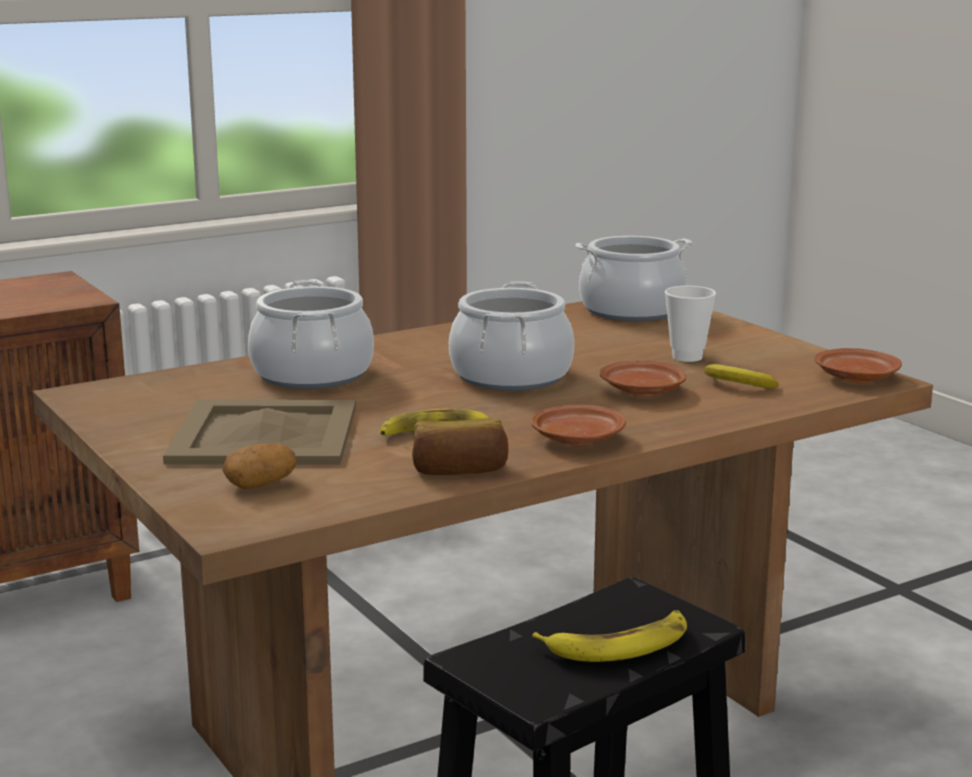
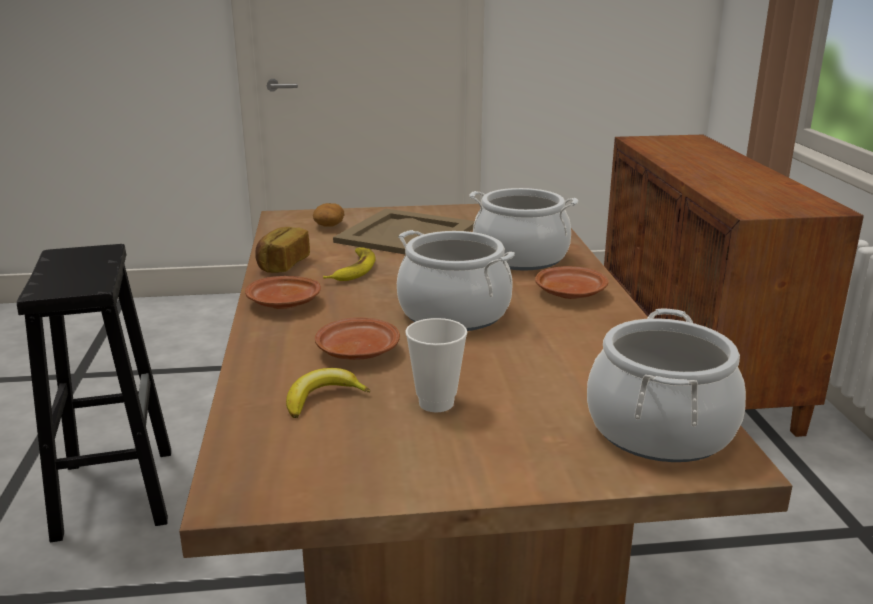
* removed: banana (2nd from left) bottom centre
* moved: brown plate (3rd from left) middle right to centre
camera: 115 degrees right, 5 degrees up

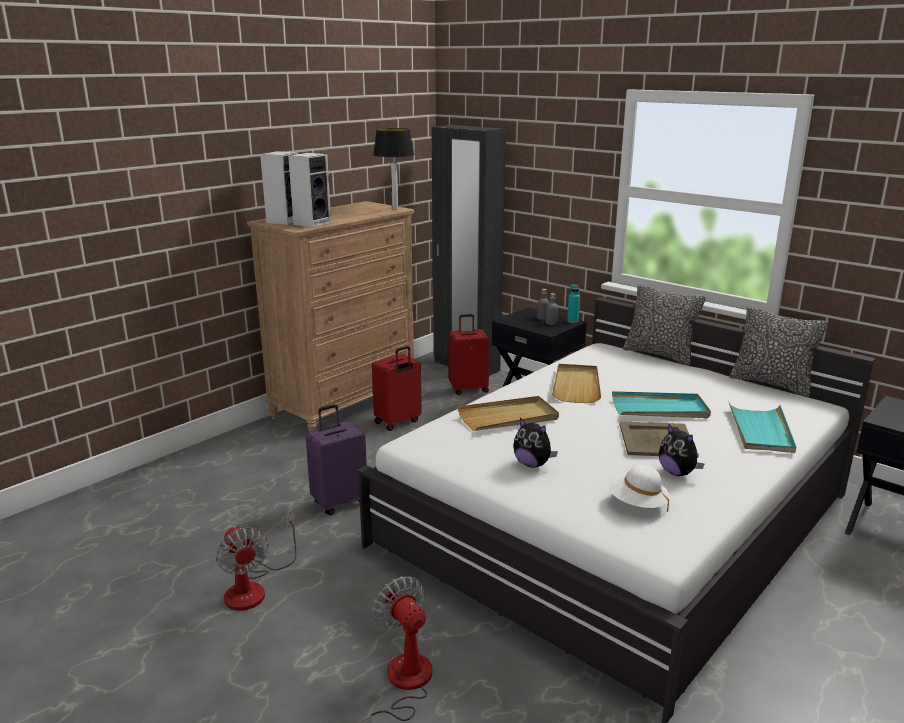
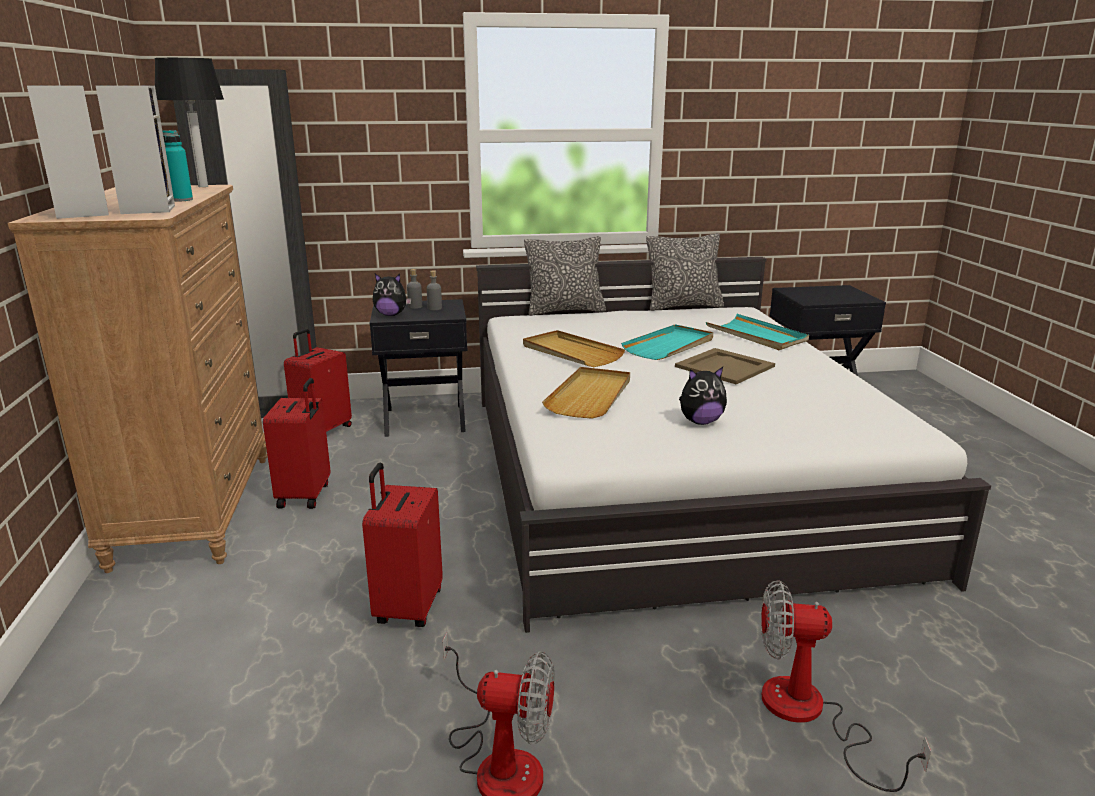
* removed: white hat bottom right
* moved: turquoise bottle centre to top left
* moved: plush toy (2nd from left in the first image) middle right to plush toy (1st from left) centre
* recoloured: purple suitcase centre to red suitcase (3rd from left) bottom centre
camera: 50 degrees left, 0 degrees up

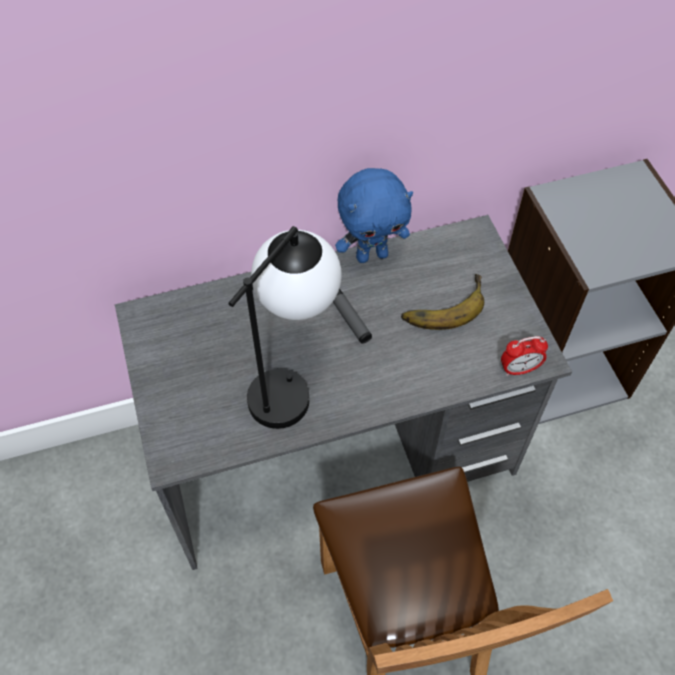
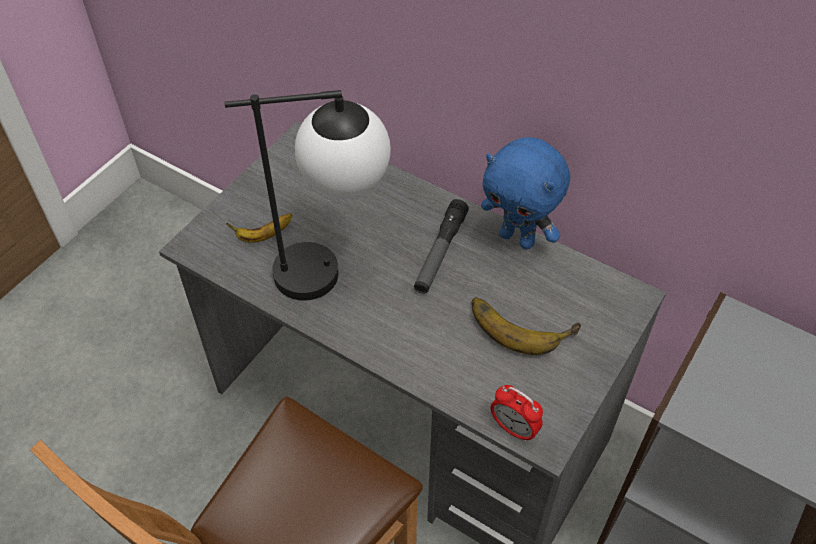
* added: banana (1st from left) middle left
camera: 50 degrees right, 5 degrees down

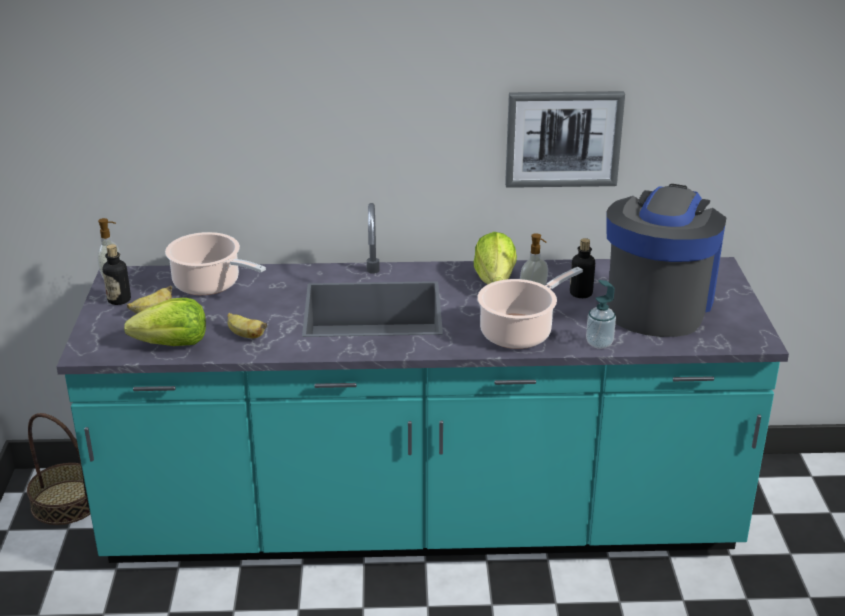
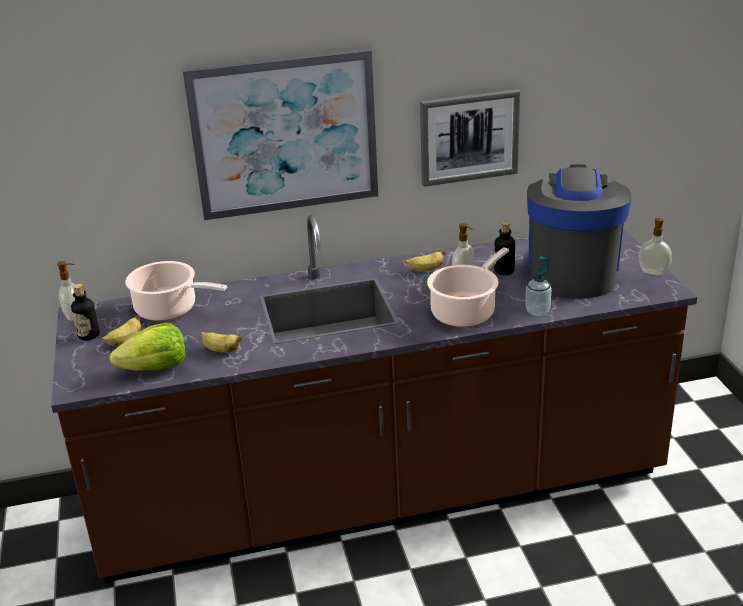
* removed: basket bottom left
* added: picture (1st from left) top centre
* added: soap dispenser (4th from left) middle right
* replaced: lettuce (2nd from left) centre to banana (3rd from left) centre
* recoloured: turquoise counter centre to brown counter centre
camera: 10 degrees left, 0 degrees up

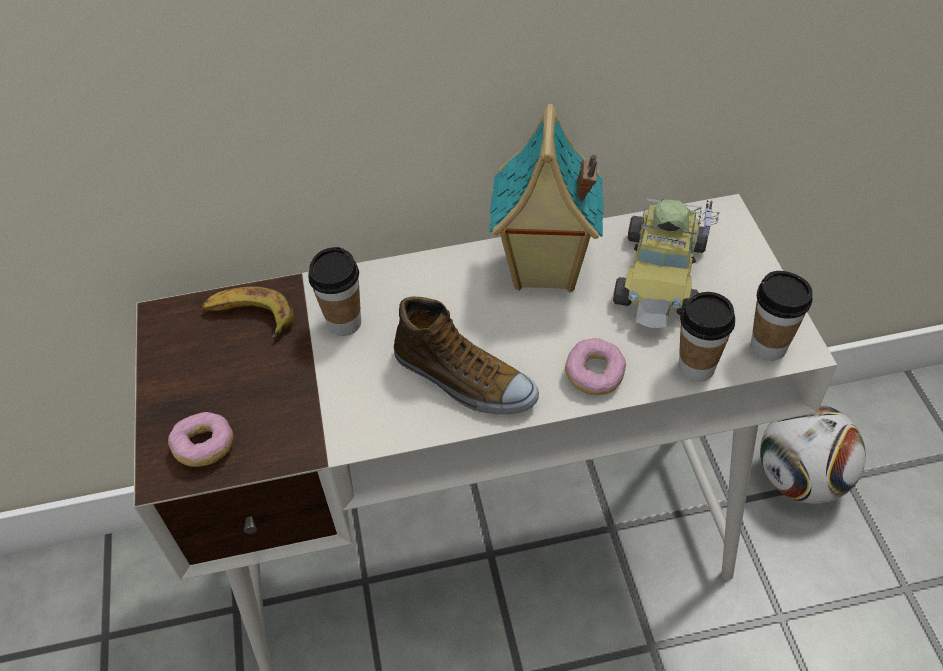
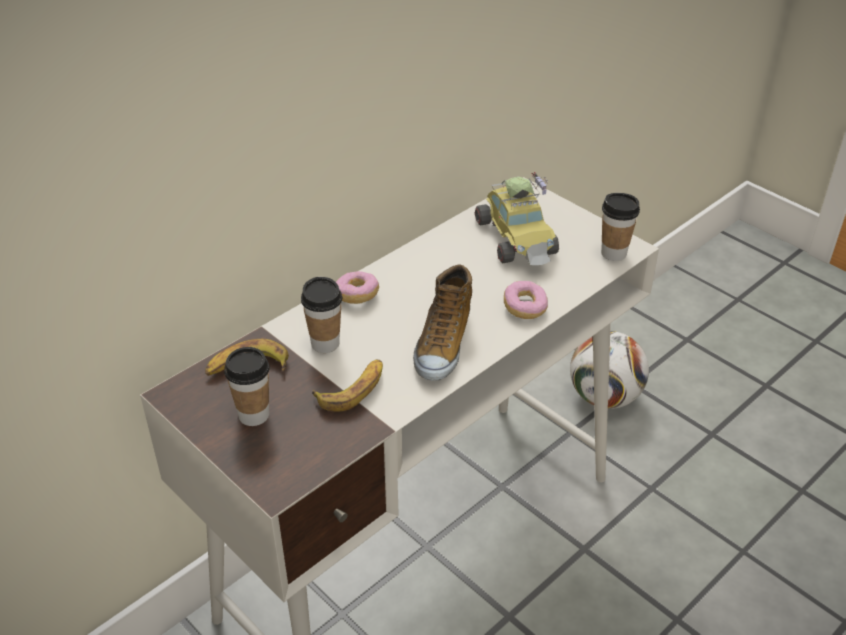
* removed: toy house top centre
* added: banana (2nd from left) centre
* moved: donut (1st from left) middle left to centre
* moved: cup (2nd from left in the first image) middle right to cup (1st from left) middle left
* turned: shoe centre = centre 105 degrees clockwise
camera: 35 degrees left, 10 degrees down

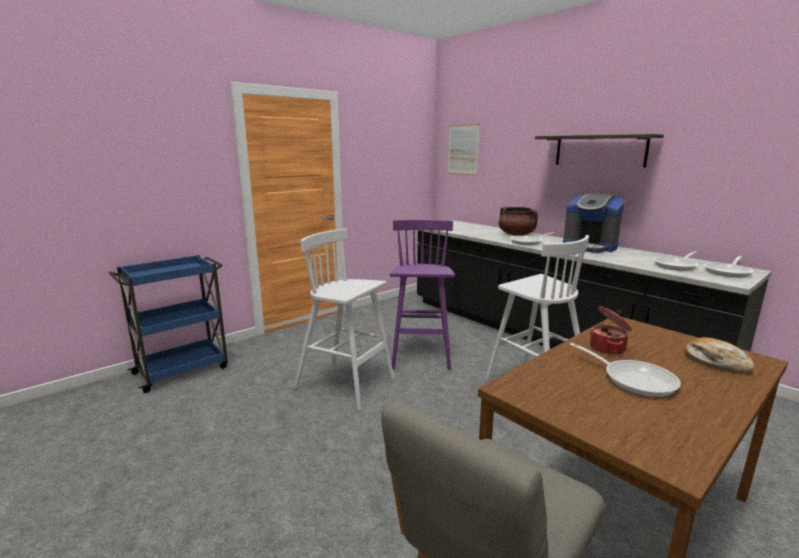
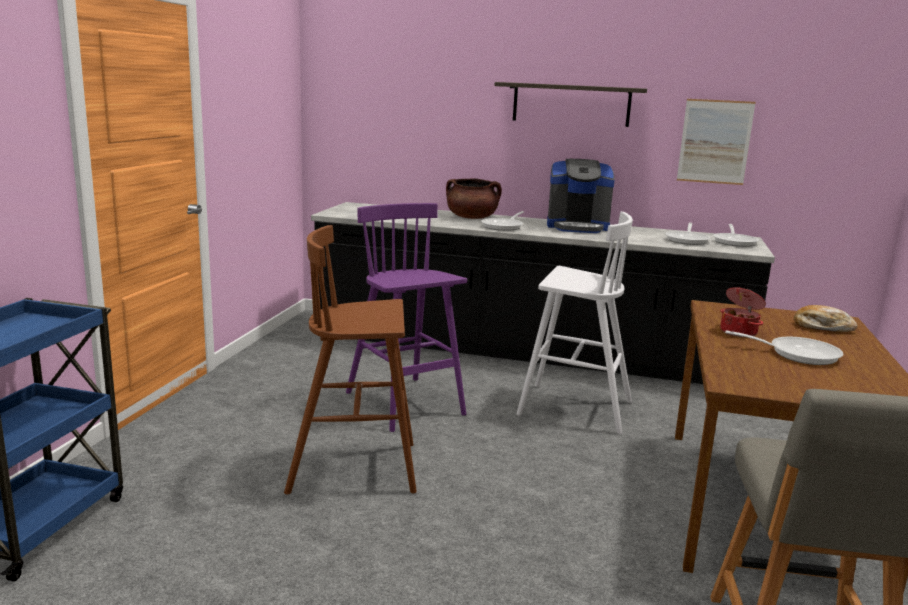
* moved: picture top centre to top right
* recoloured: white stool (1st from left) centre to brown stool centre
camera: 35 degrees left, 0 degrees up

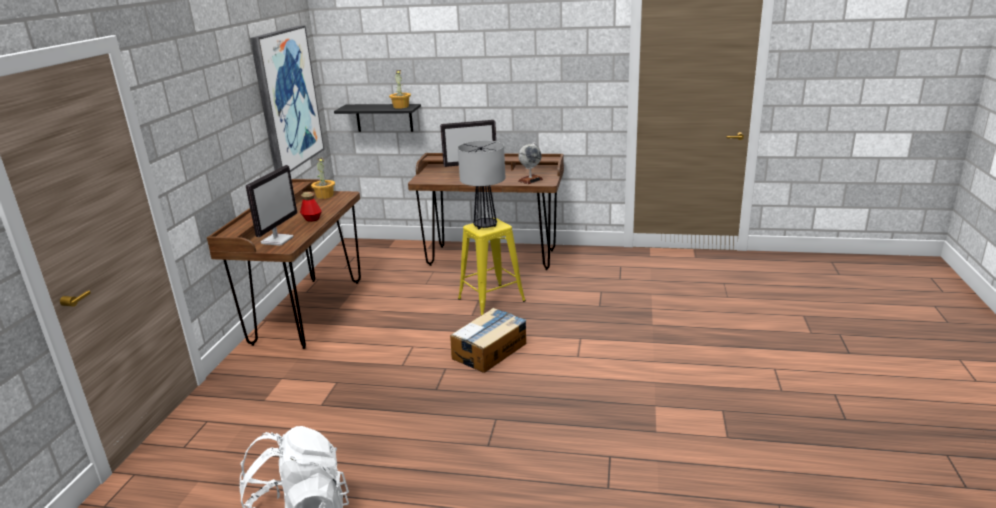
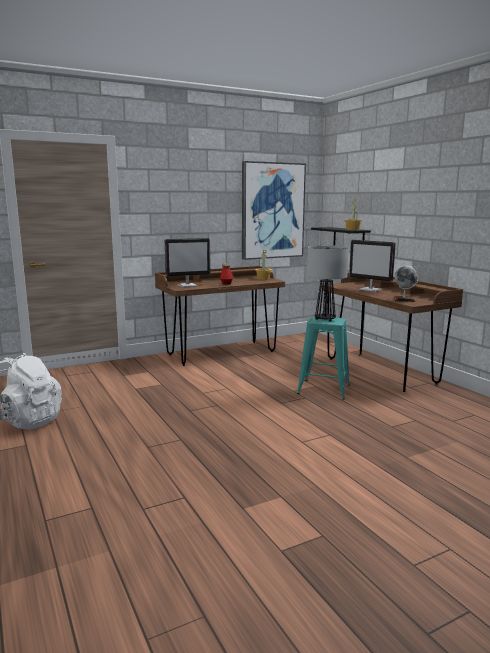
* removed: cardboard box bottom centre
* recoloured: yellow stool centre to turquoise stool centre
camera: 50 degrees right, 10 degrees down

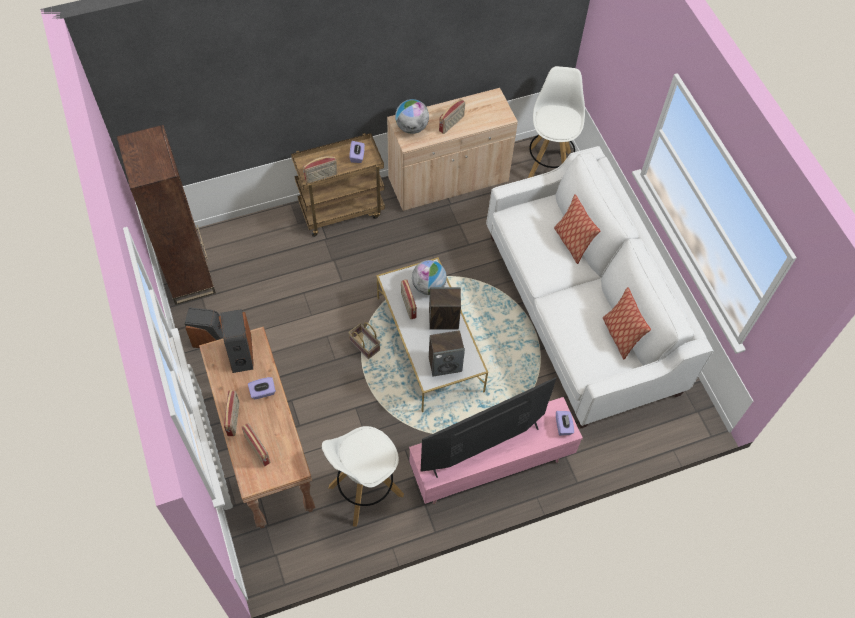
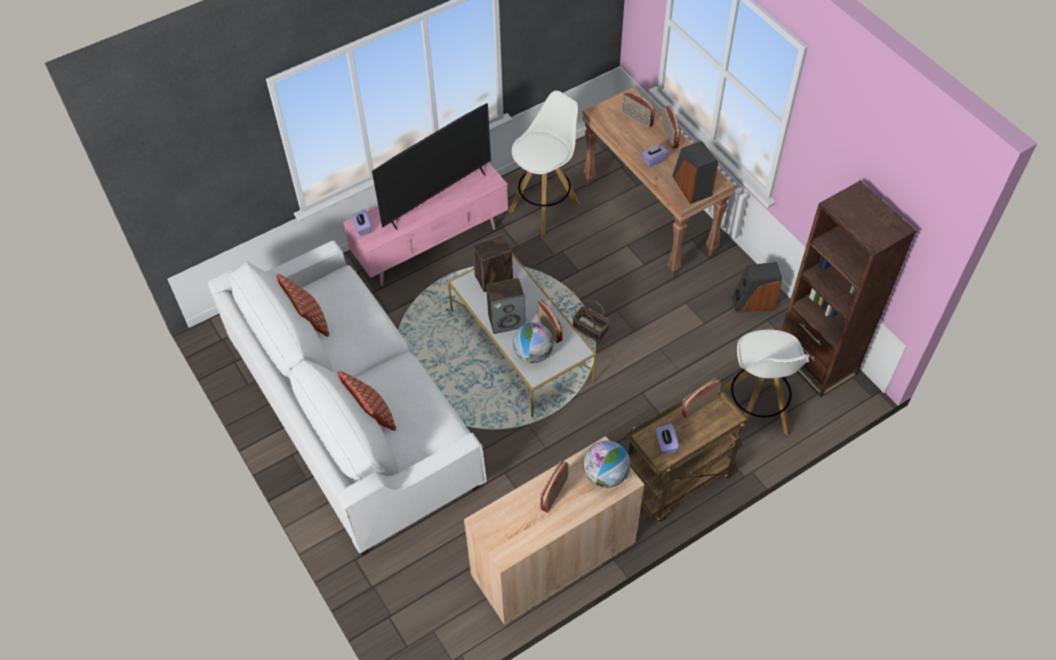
* moved: white stool (2nd from left) top centre to middle right
camera: 170 degrees right, 5 degrees down

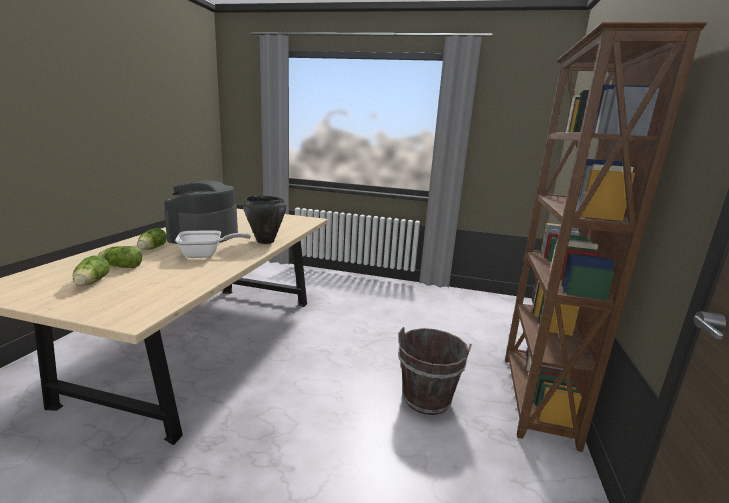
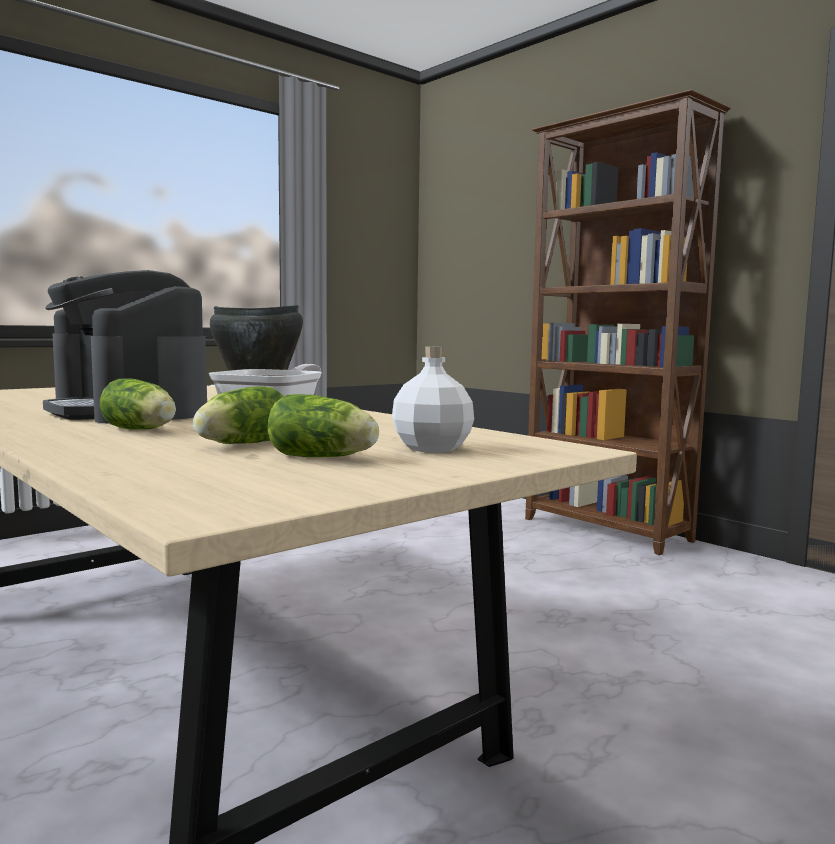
* removed: brown bucket bottom centre
* added: white bottle centre
camera: 55 degrees left, 10 degrees down

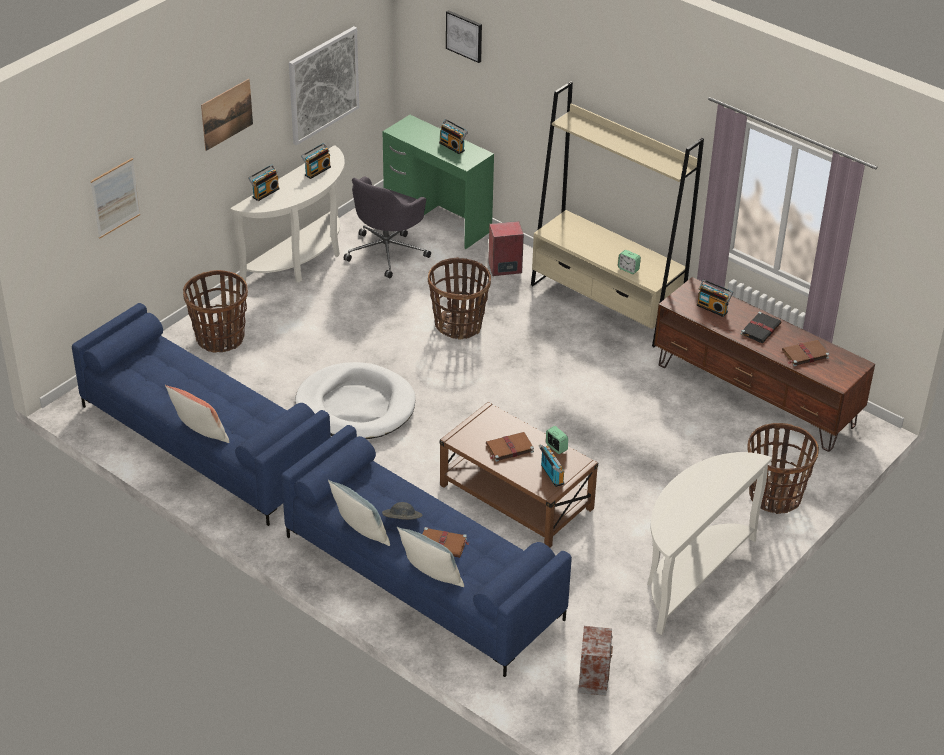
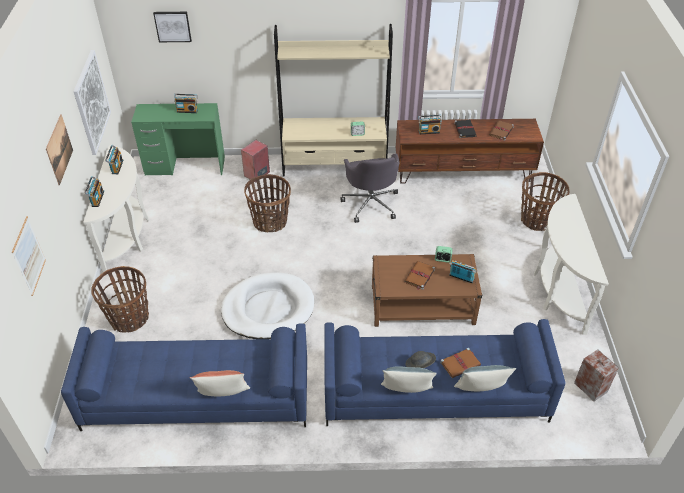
* moved: grey office chair top centre to centre
camera: 40 degrees left, 5 degrees up

